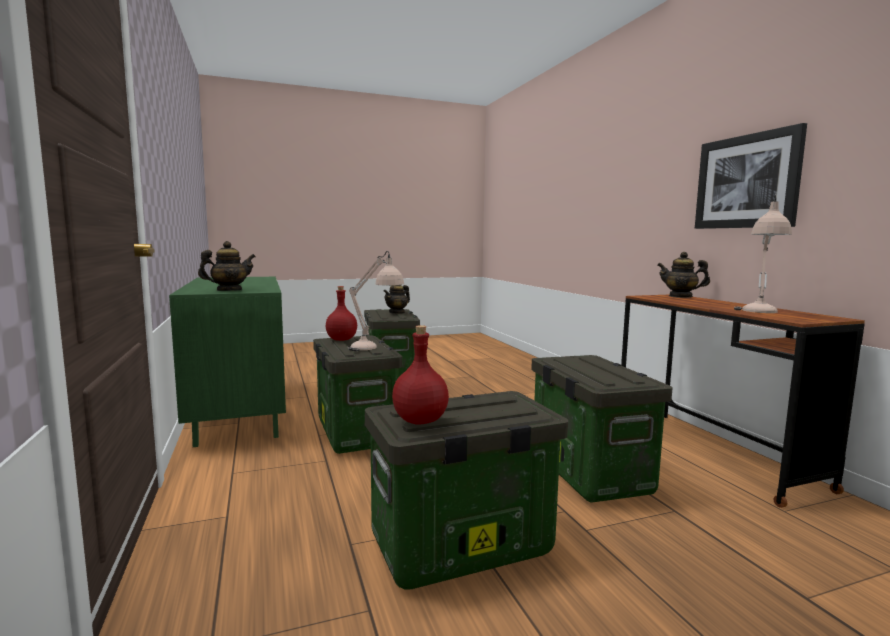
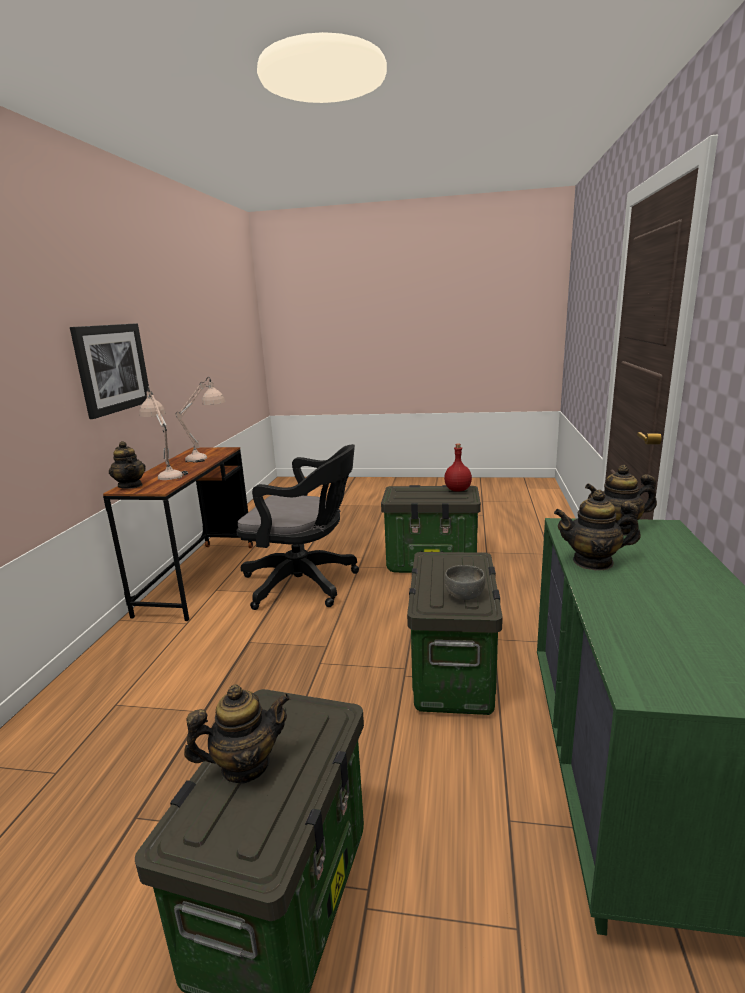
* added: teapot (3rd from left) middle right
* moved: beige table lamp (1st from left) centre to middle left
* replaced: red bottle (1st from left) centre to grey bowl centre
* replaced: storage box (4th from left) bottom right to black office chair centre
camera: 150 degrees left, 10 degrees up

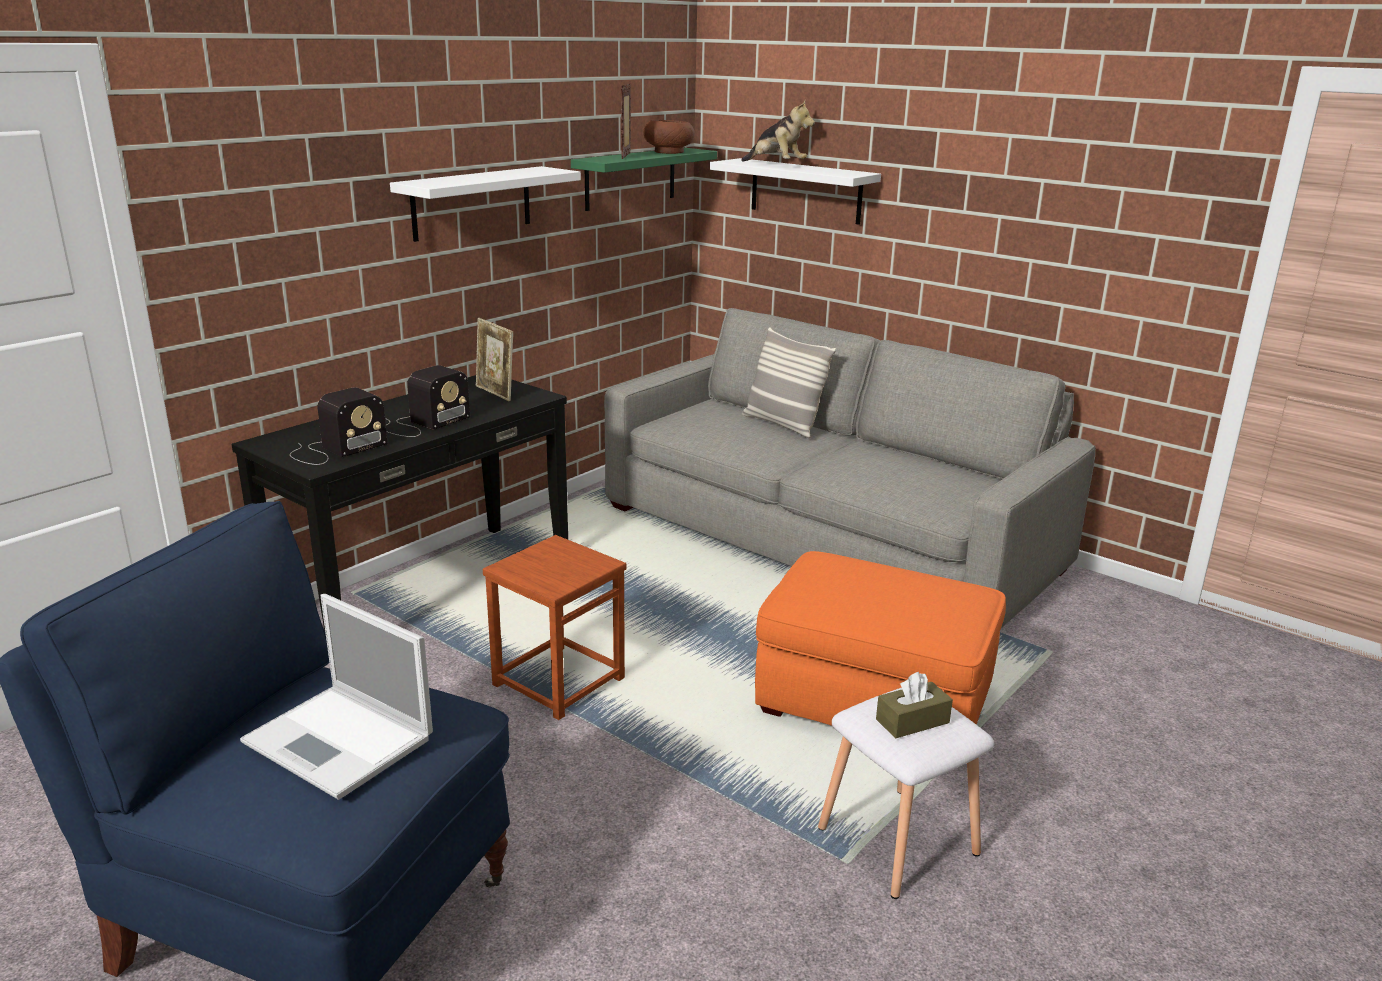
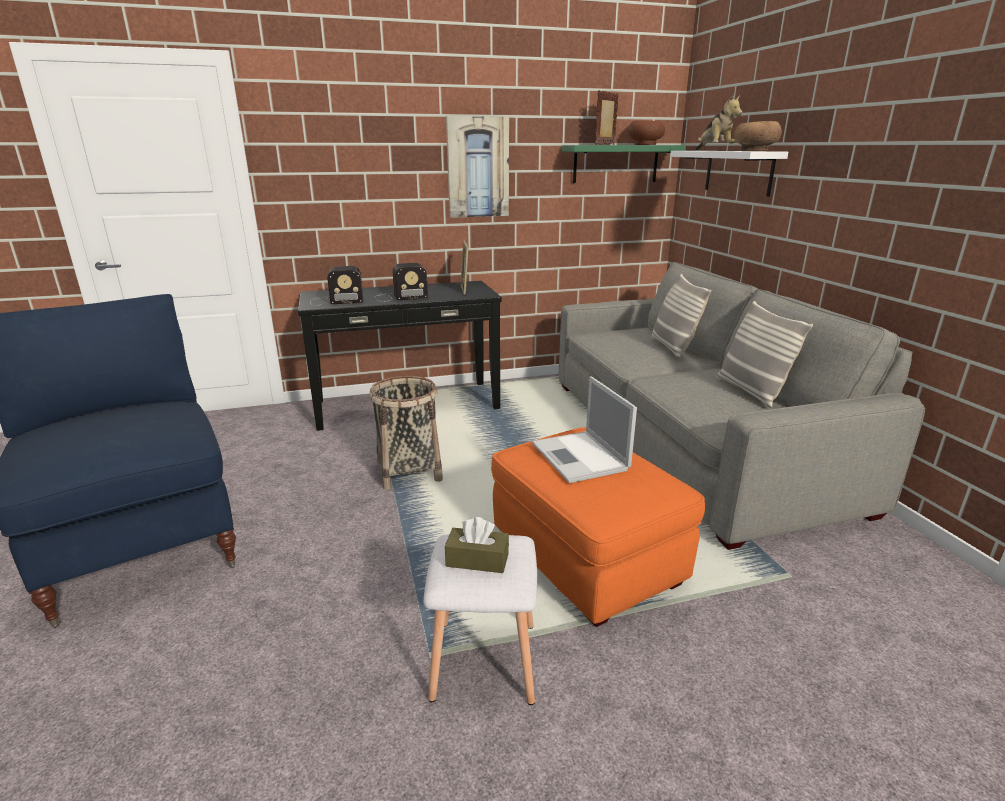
* added: pillow (2nd from left) middle right
* added: brown bowl (2nd from left) top right
* moved: laptop bottom left to centre
* replaced: white shelf (1st from left) top centre to picture top centre
* replaced: brown stool centre to basket centre
camera: 35 degrees right, 0 degrees up

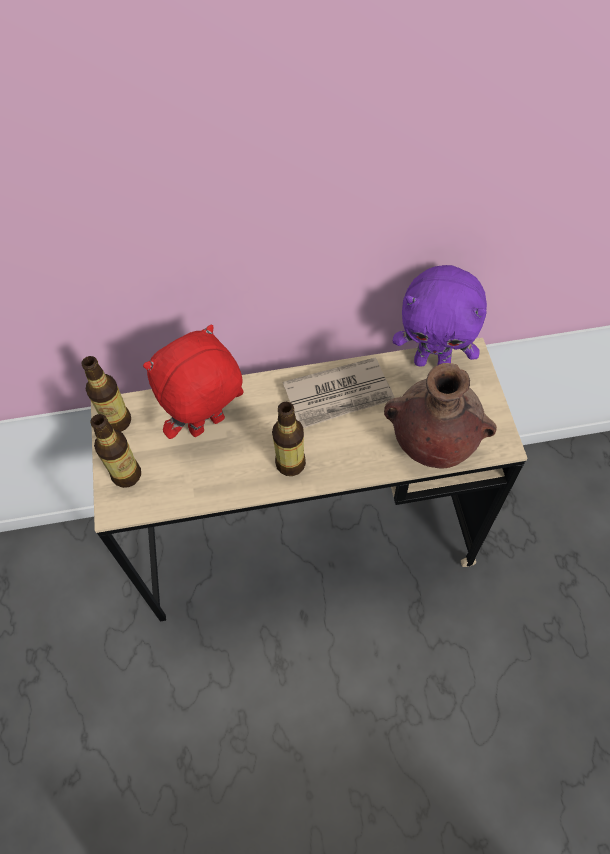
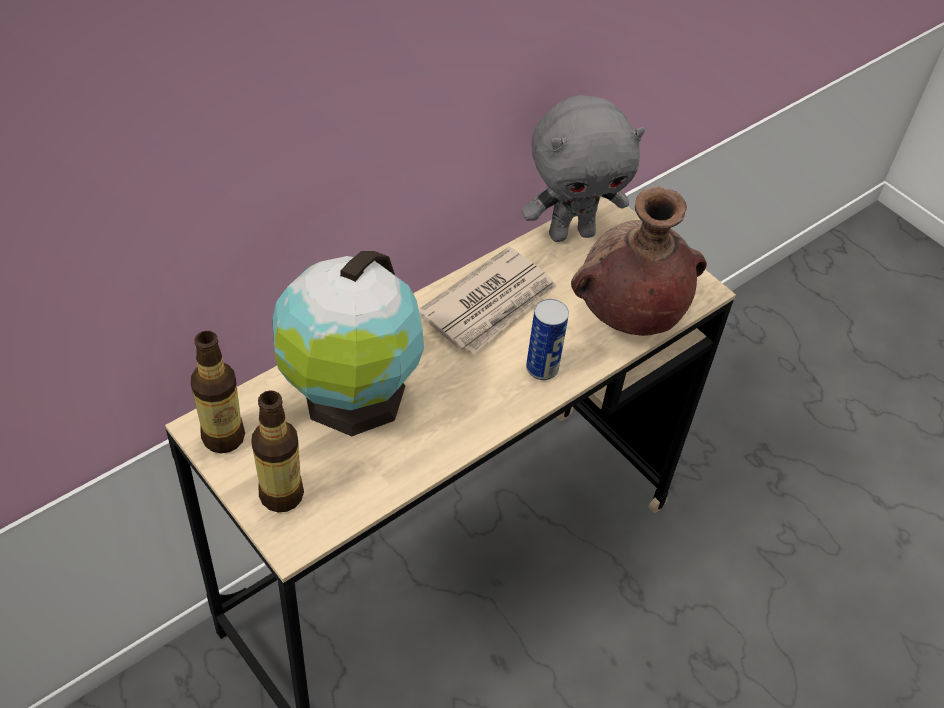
* removed: bottle (3rd from left) centre
* added: can centre
* replaced: red plush toy middle left to globe centre
* recoloured: purple plush toy middle right to grey plush toy top centre
camera: 35 degrees left, 10 degrees down

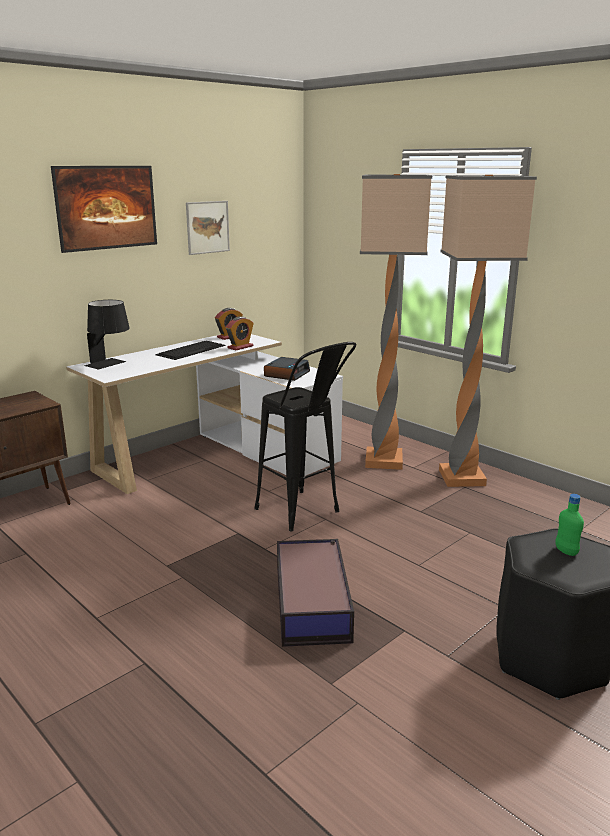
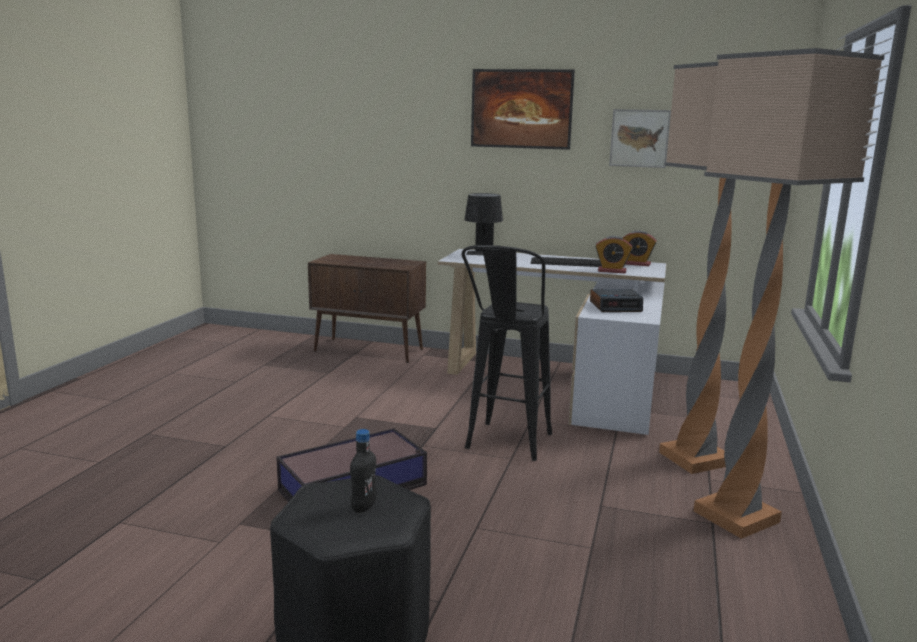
* recoloured: green bottle middle right to black bottle bottom centre
camera: 60 degrees right, 5 degrees down

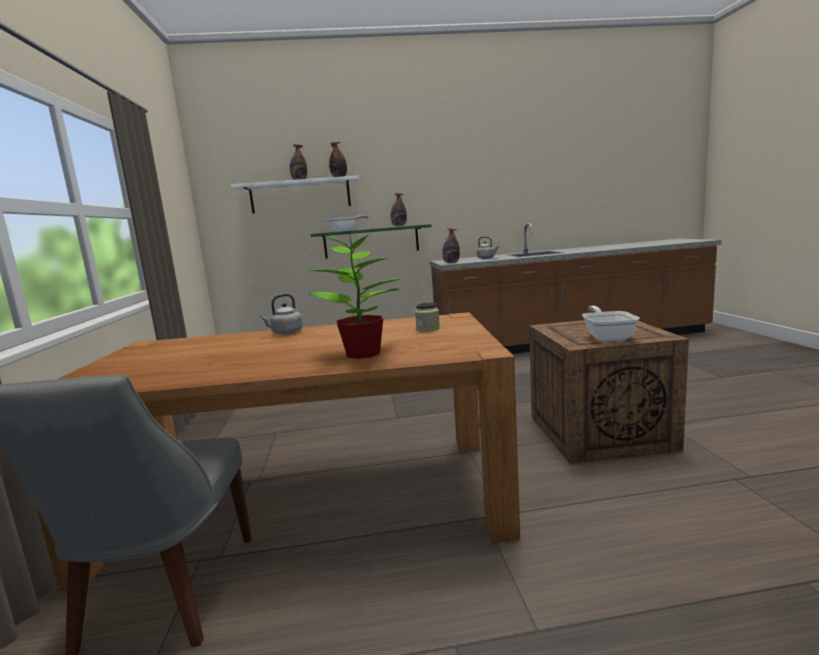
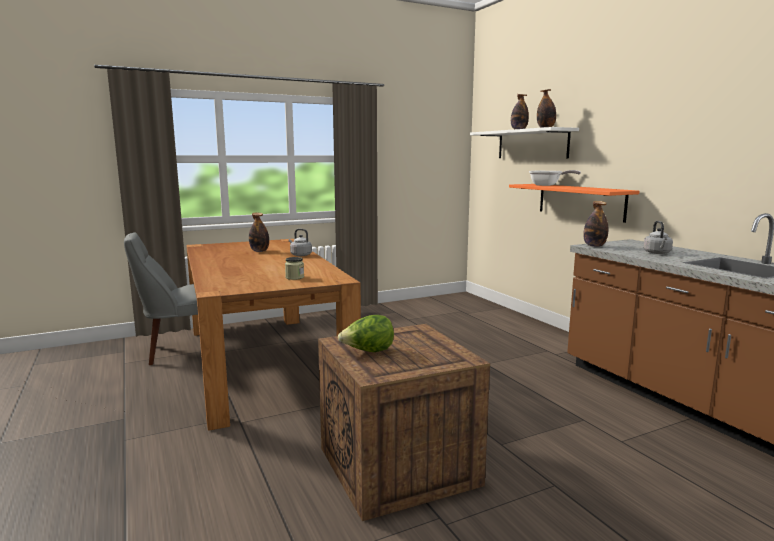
* removed: potted plant centre
* moved: bottle (3rd from left in the first image) top centre to bottle (1st from left) centre
* replaced: frying pan (2nd from left) middle right to lettuce centre
* recoloured: green shelf centre to orange shelf middle right
camera: 70 degrees right, 0 degrees up

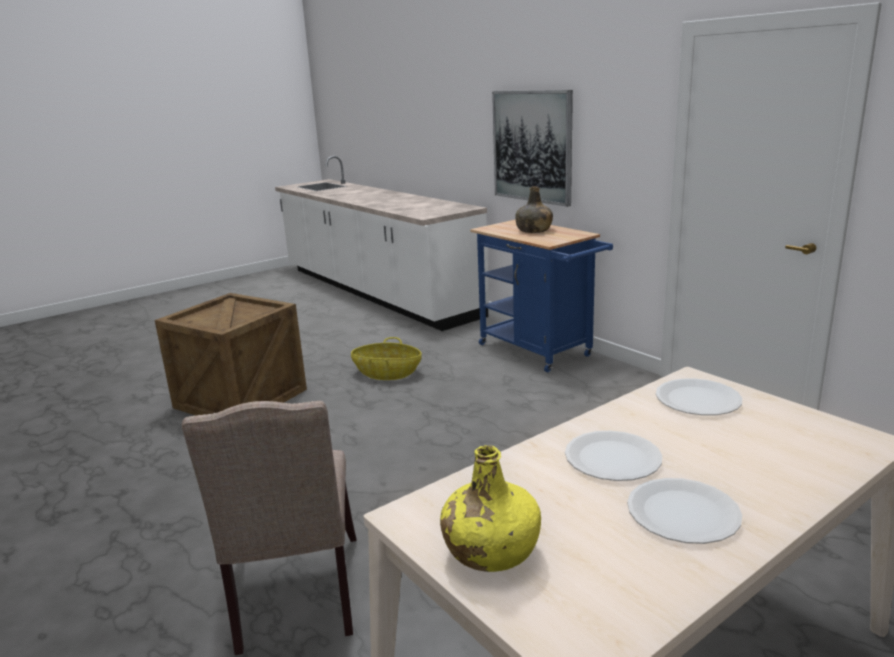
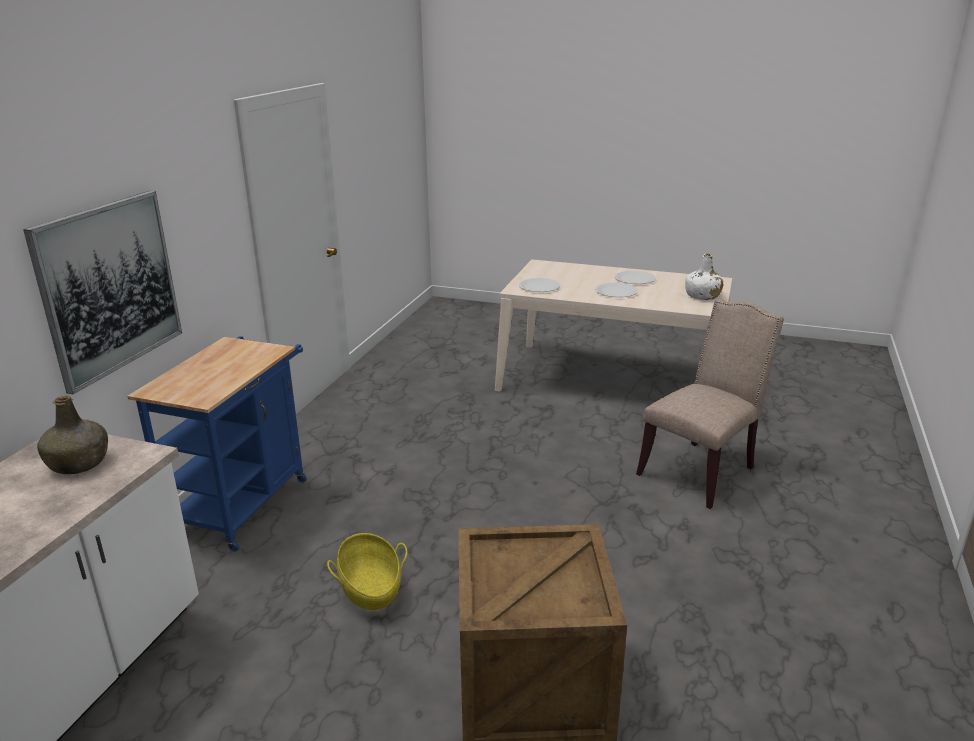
* moved: green bottle top centre to middle left
* recoloured: yellow bottle bottom centre to white bottle middle right
camera: 125 degrees left, 5 degrees up

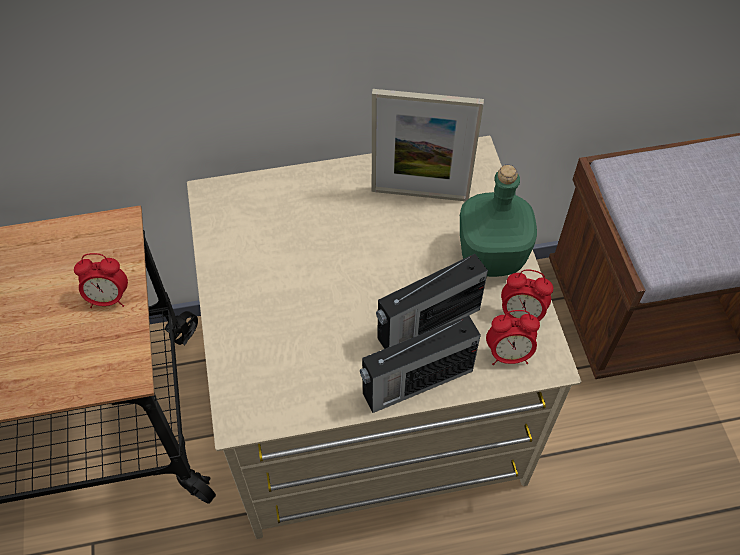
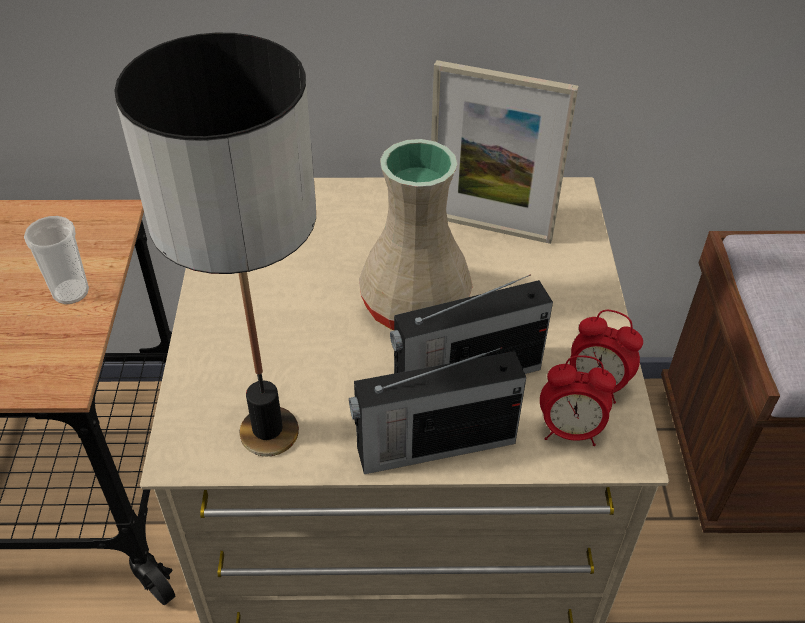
* removed: green bottle middle right
* added: table lamp middle left
* added: beige vase centre
* replaced: alarm clock (1st from left) middle left to cup middle left
camera: 10 degrees right, 10 degrees down

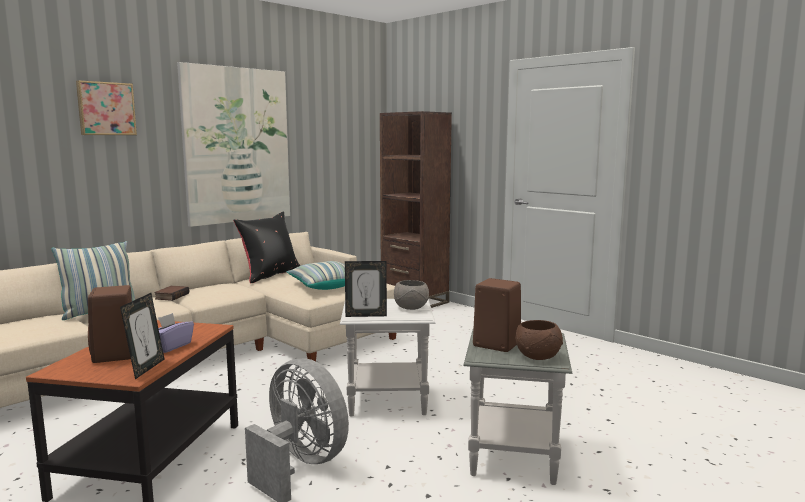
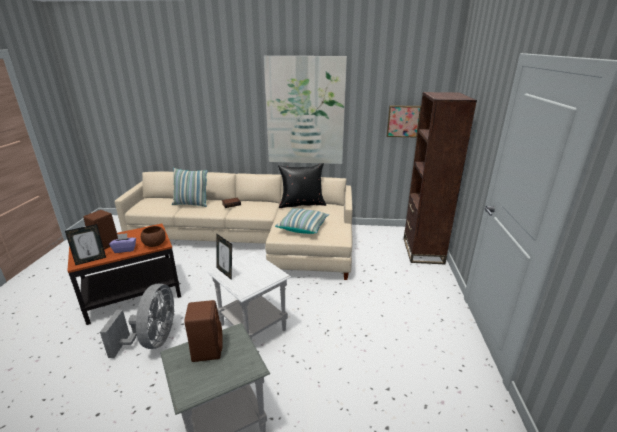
* removed: grey bowl centre
* moved: picture (1st from left in the first image) top left to picture (2nd from left) top centre
* moved: brown bowl bottom right to middle left
camera: 50 degrees right, 15 degrees up

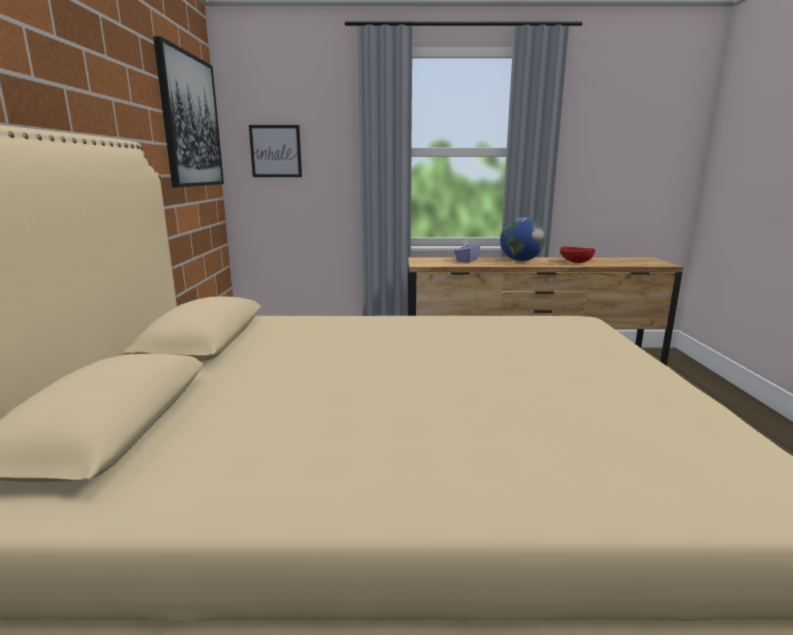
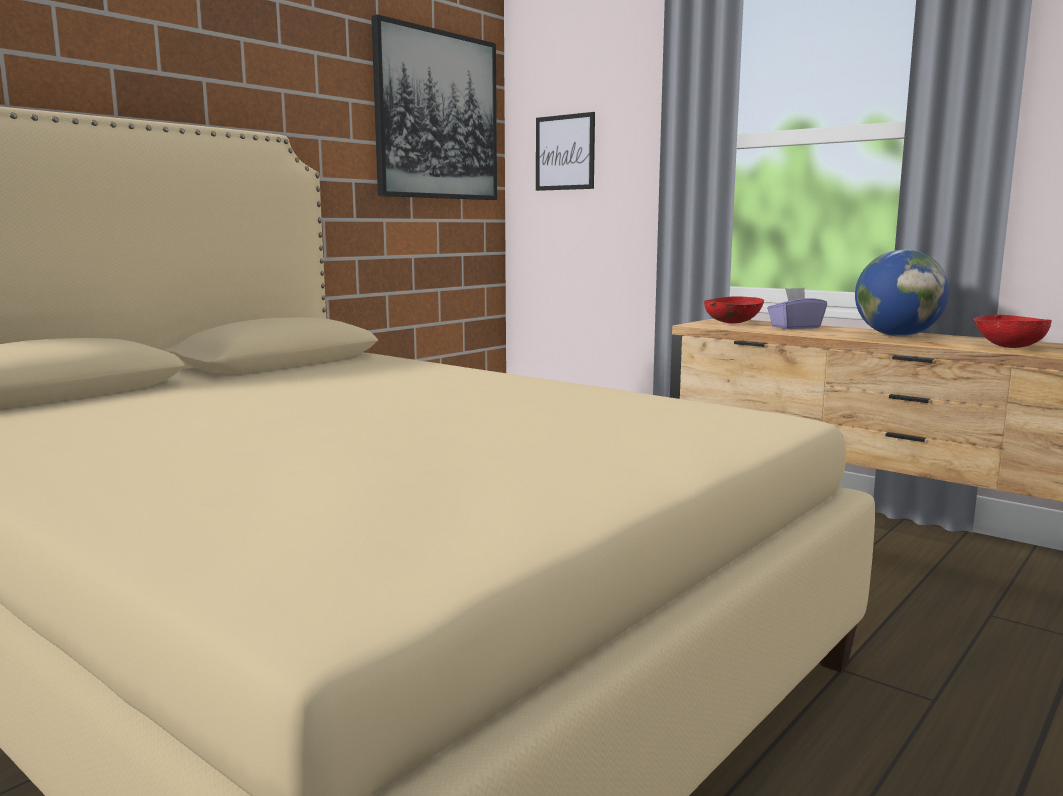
* added: red bowl (1st from left) middle right
camera: 40 degrees right, 5 degrees down

